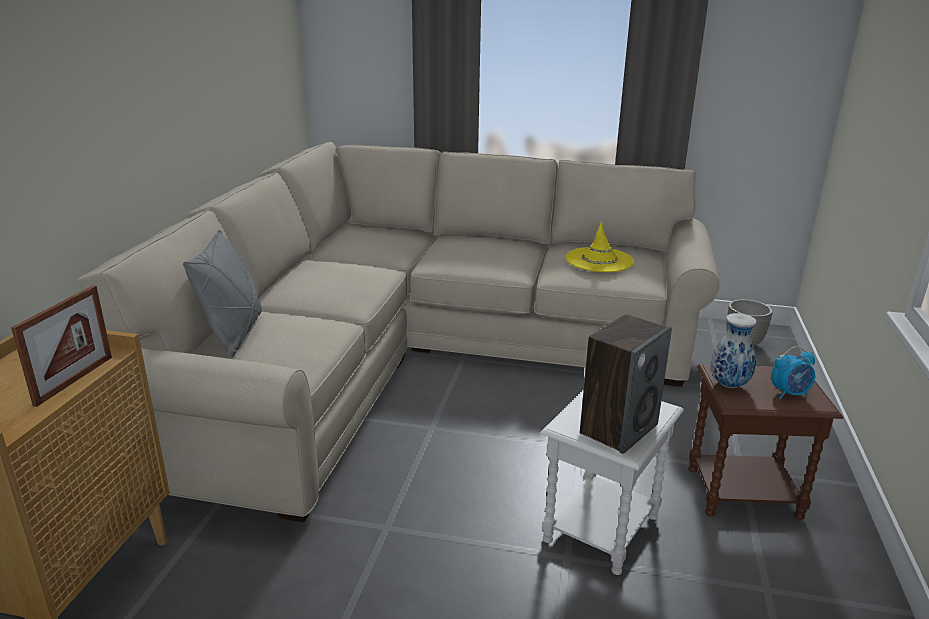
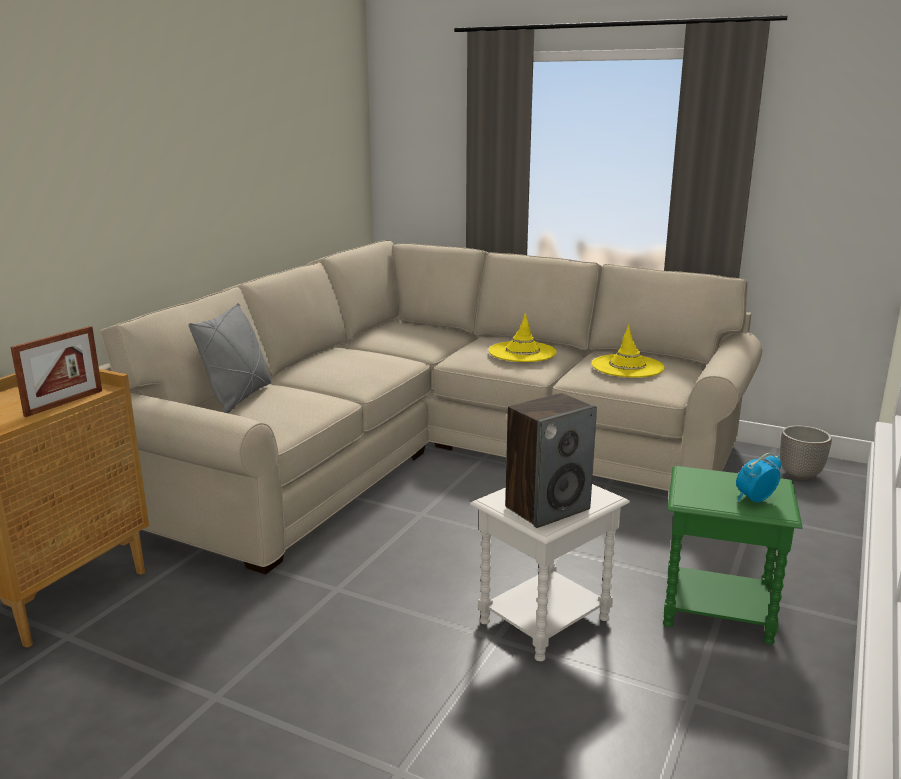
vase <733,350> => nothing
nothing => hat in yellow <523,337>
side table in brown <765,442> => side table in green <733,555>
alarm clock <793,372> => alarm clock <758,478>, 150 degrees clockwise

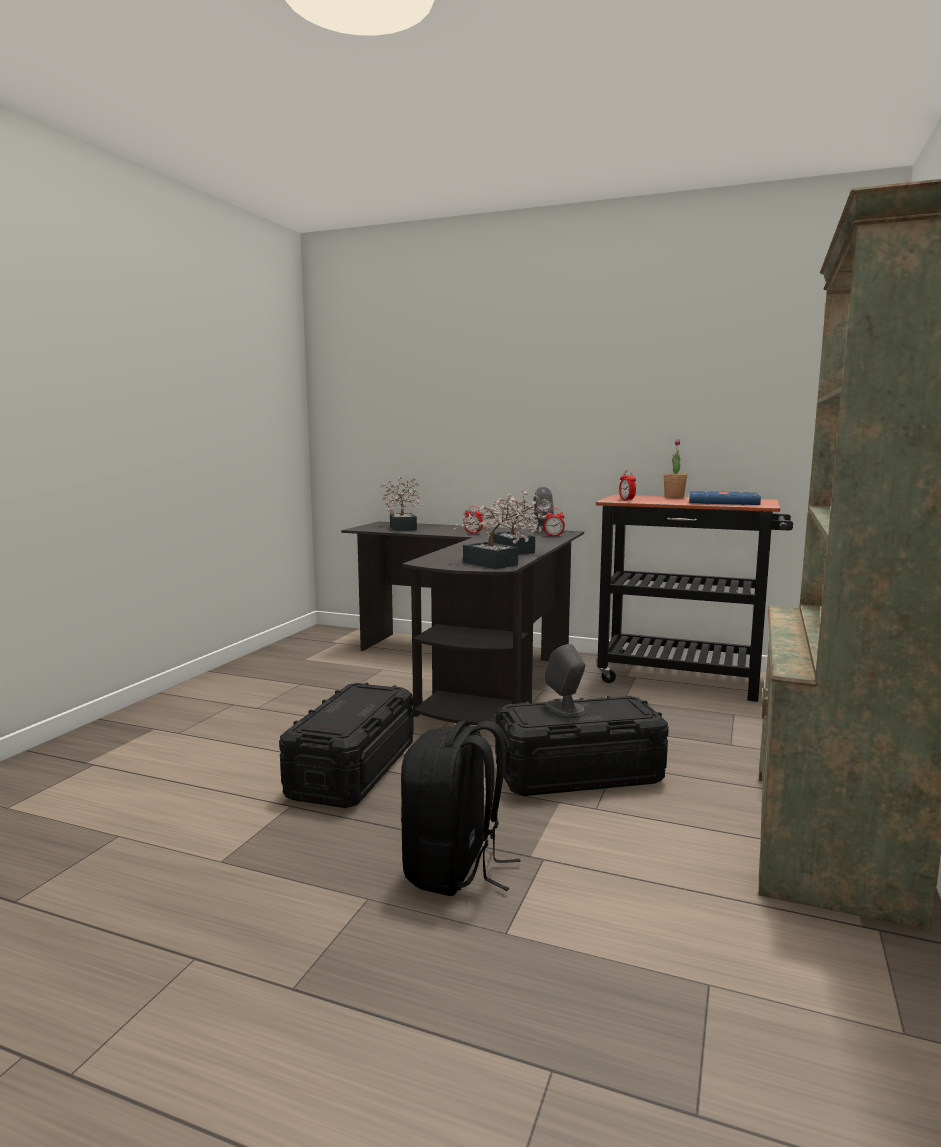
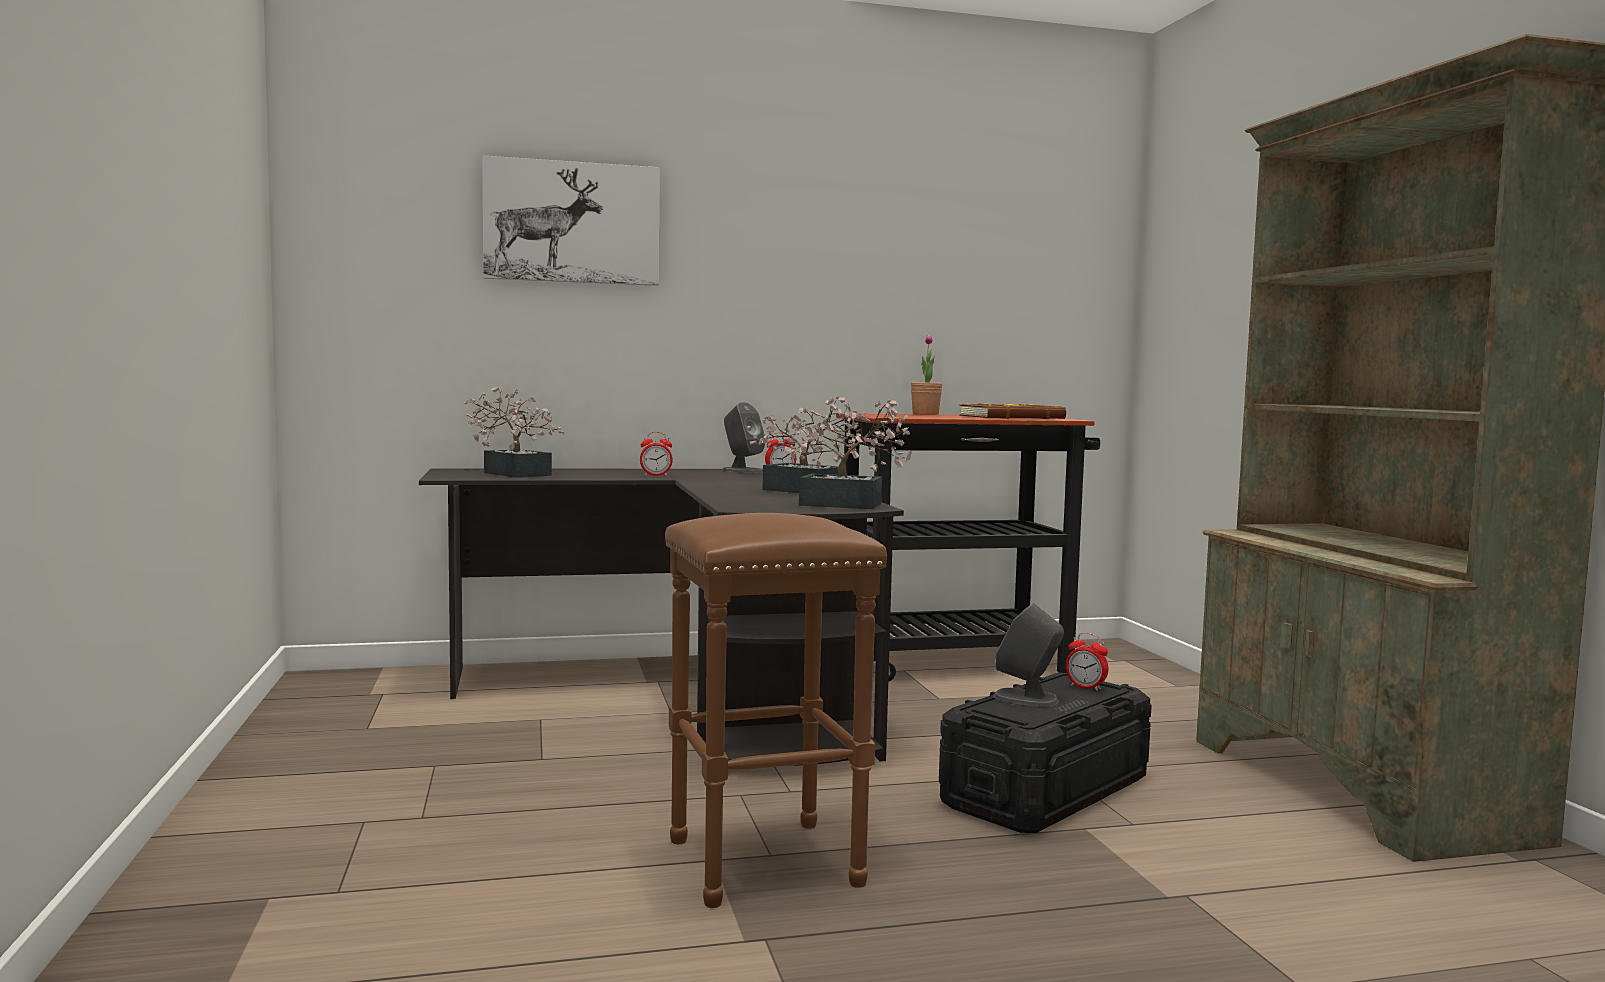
backpack in black <461,808> => nothing
nothing => picture <571,220>
alarm clock <627,485> => alarm clock <1087,661>, relocated
storage box in black <346,745> => stool in brown <776,710>
book in blue <725,497> => book in brown <1012,411>

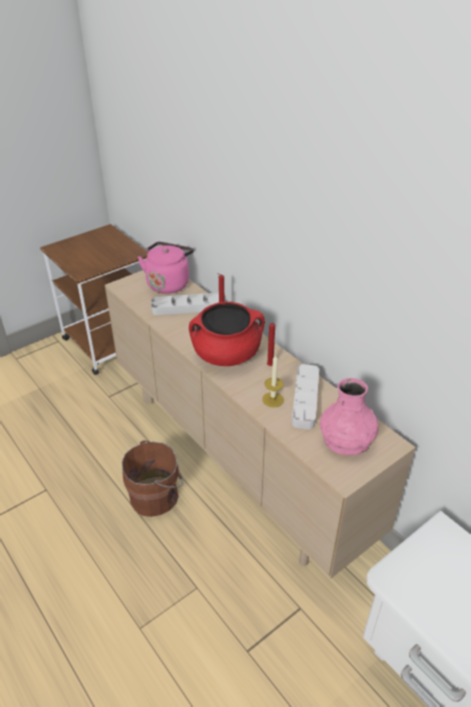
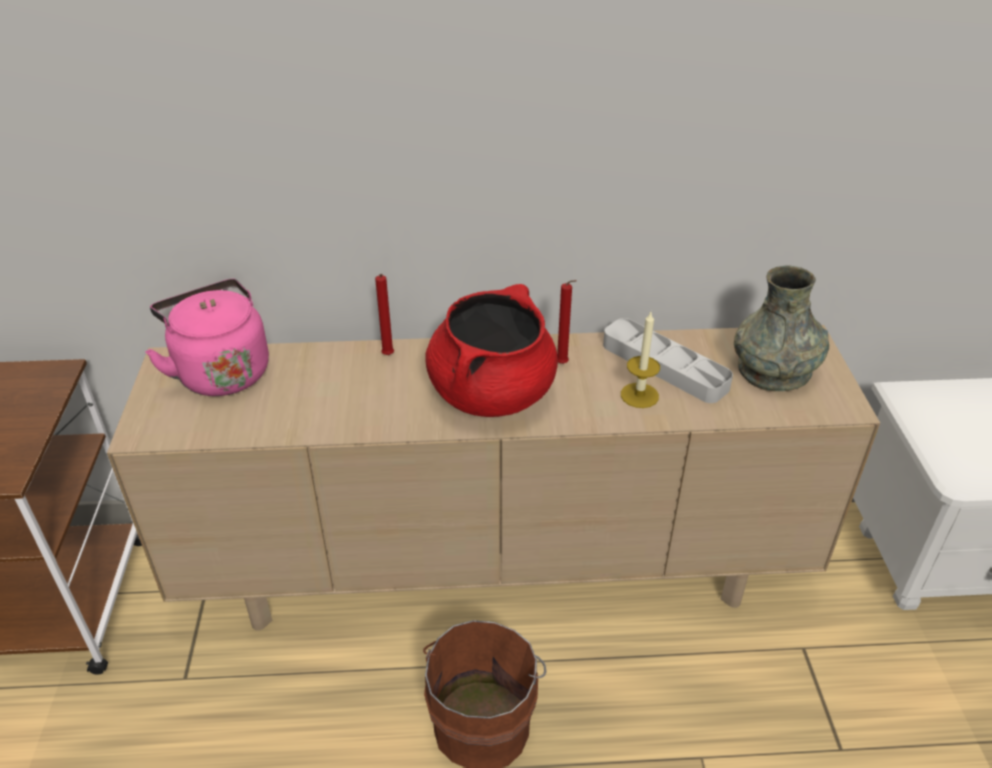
tray in grey <185,304> => nothing
vase in pink <349,416> => vase in grey <781,328>

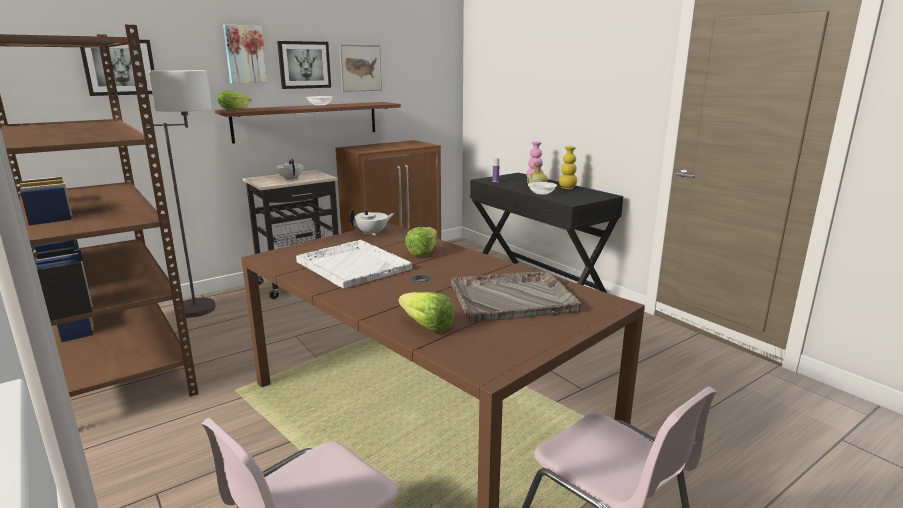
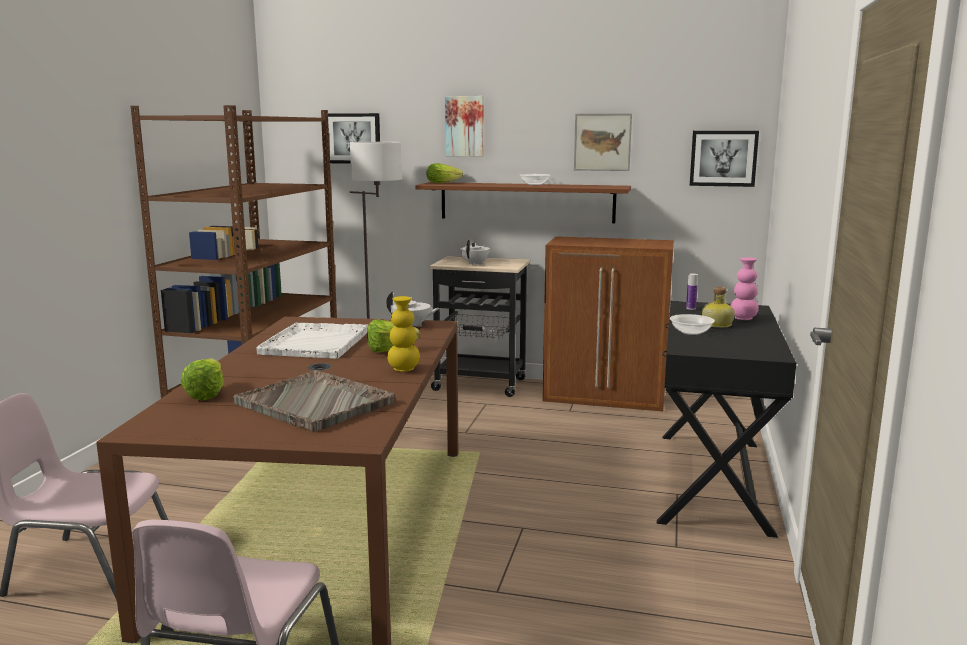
picture <304,65> => picture <724,159>, relocated
vase in yellow <568,167> => vase in yellow <403,334>, relocated

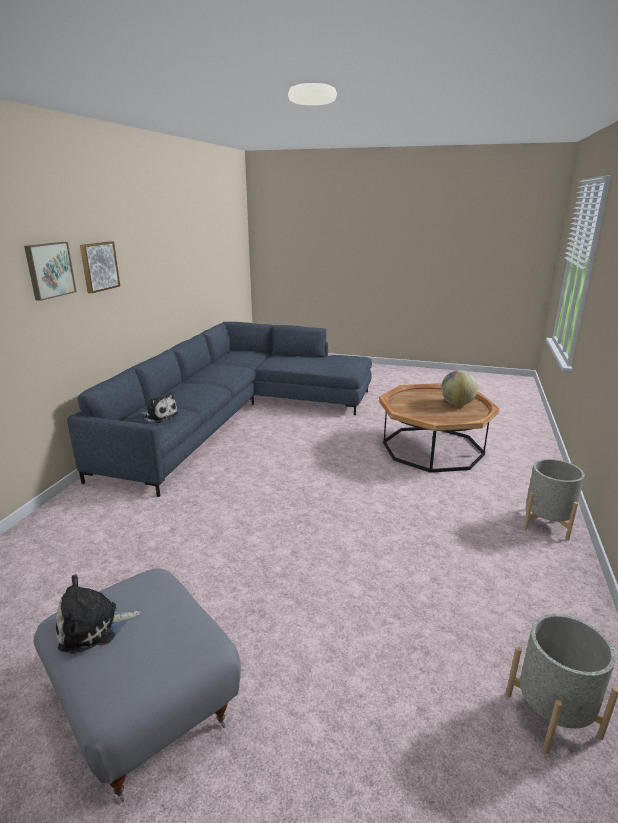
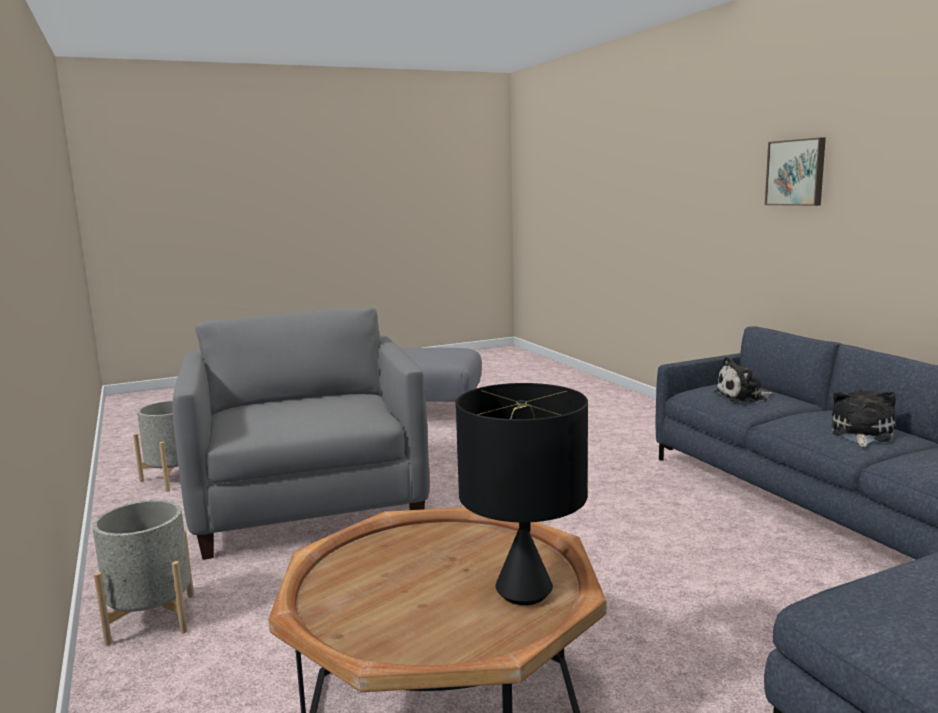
picture <100,267> => nothing
globe <459,388> => nothing
nothing => armchair in grey <301,433>
nothing => table lamp in black <522,494>
plush toy <98,614> => plush toy <863,418>, relocated

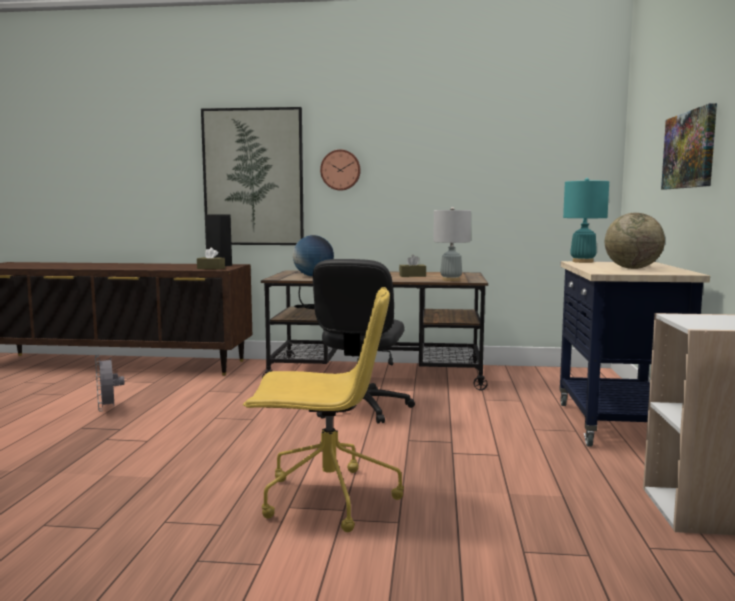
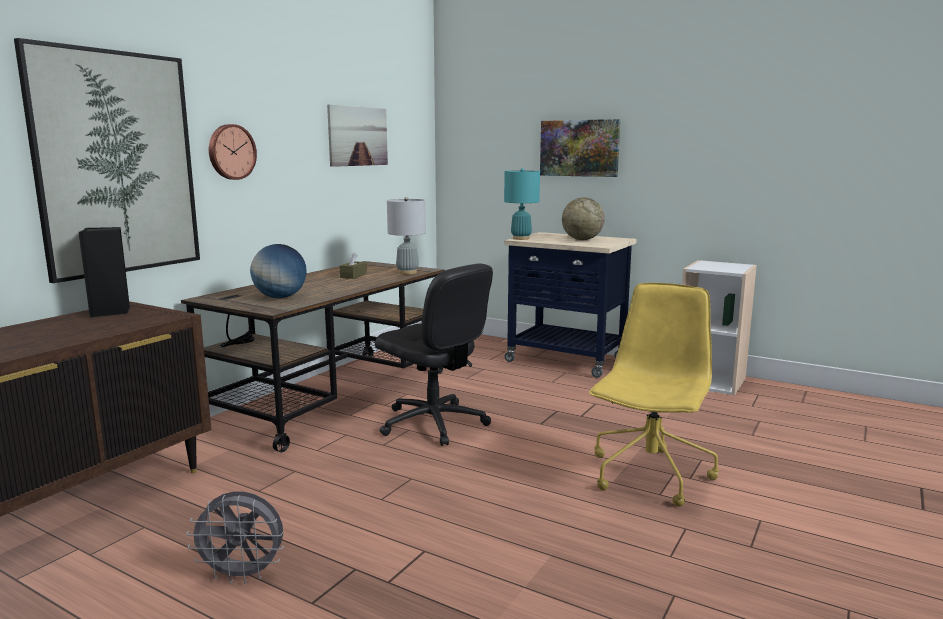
tissue box in brown <211,259> => nothing
nothing => picture <357,135>

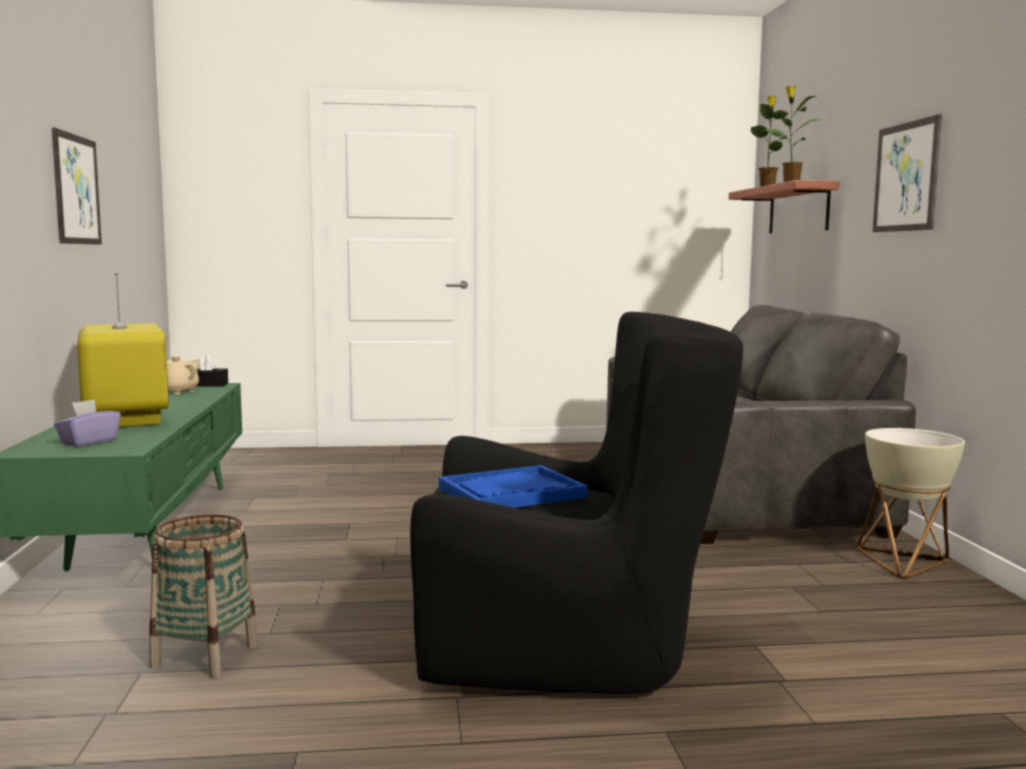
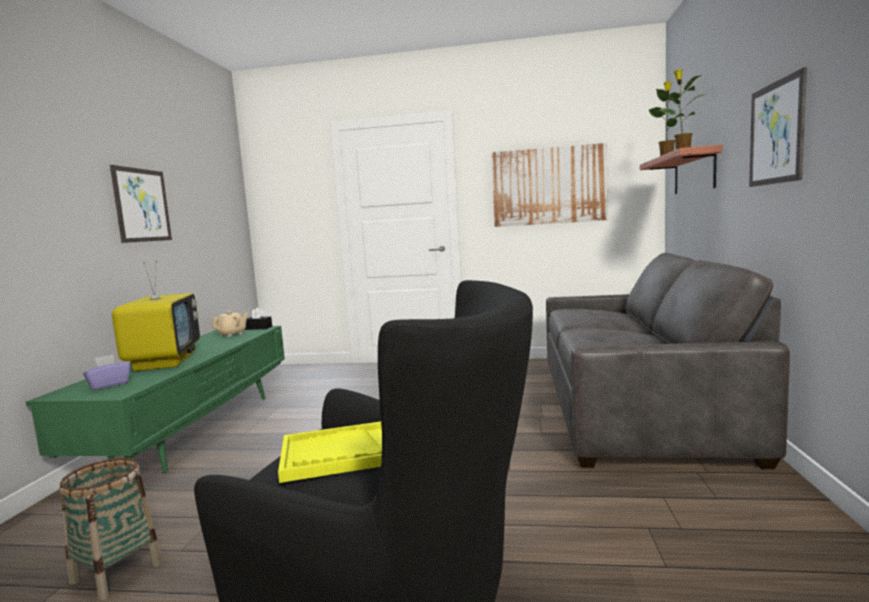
planter <911,503> => nothing
nothing => picture <549,185>
tray in blue <513,486> => tray in yellow <330,452>

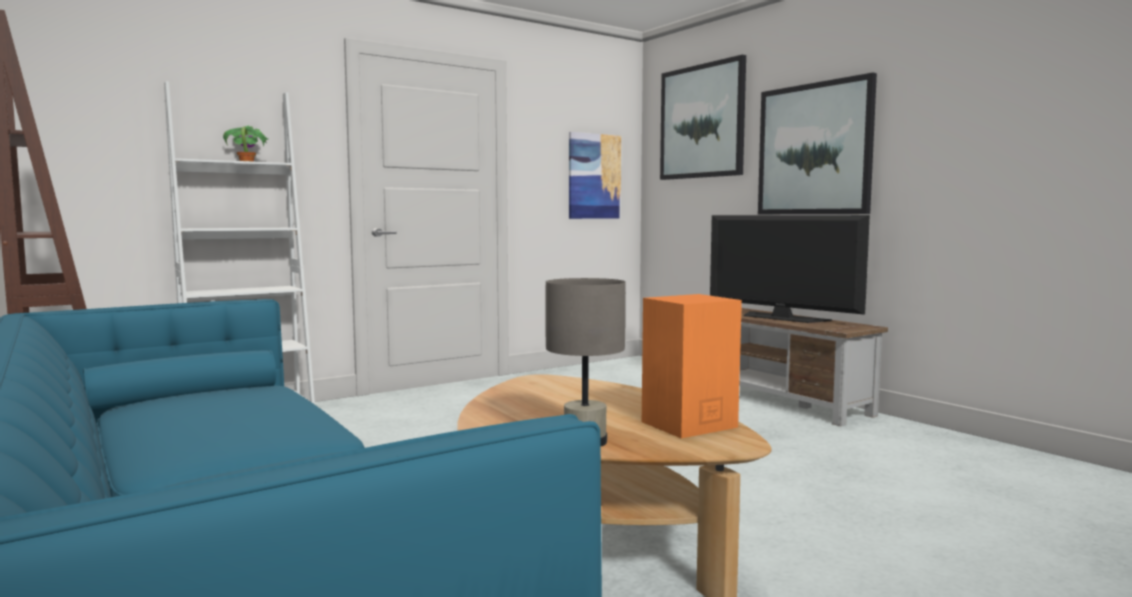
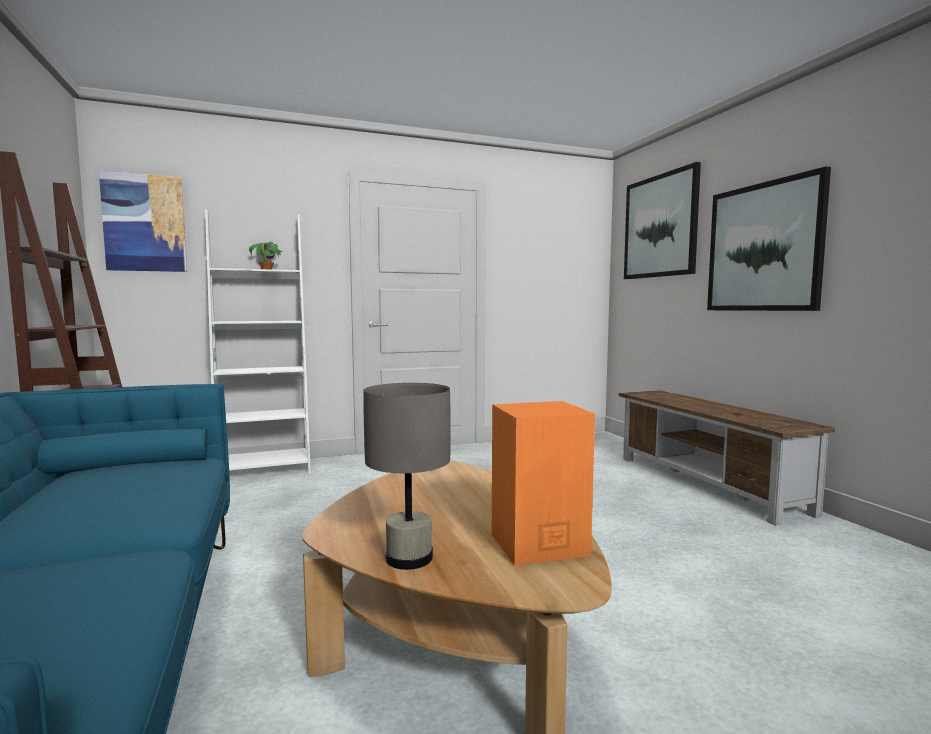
television <790,269> => nothing
picture <595,175> => picture <143,221>, relocated

